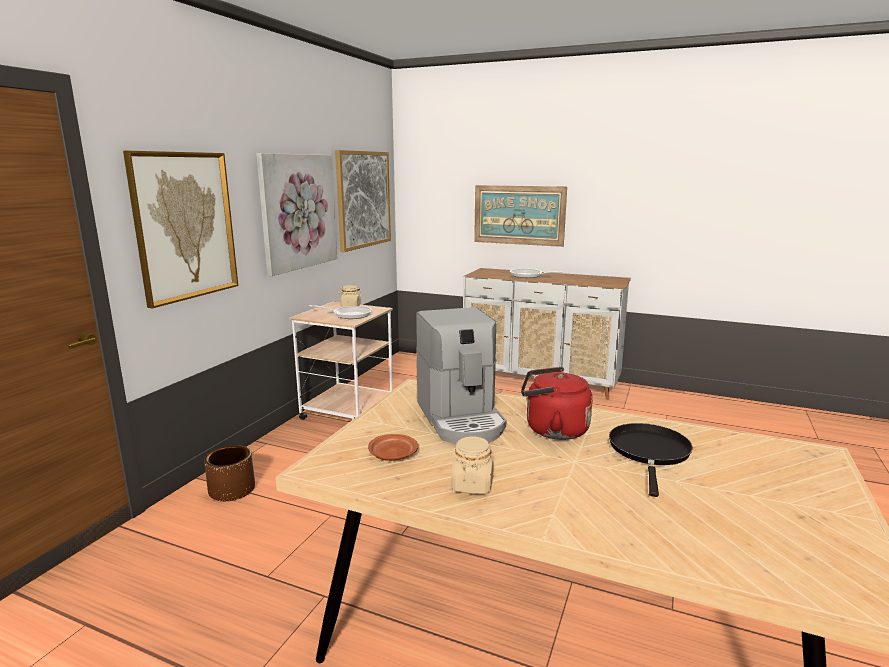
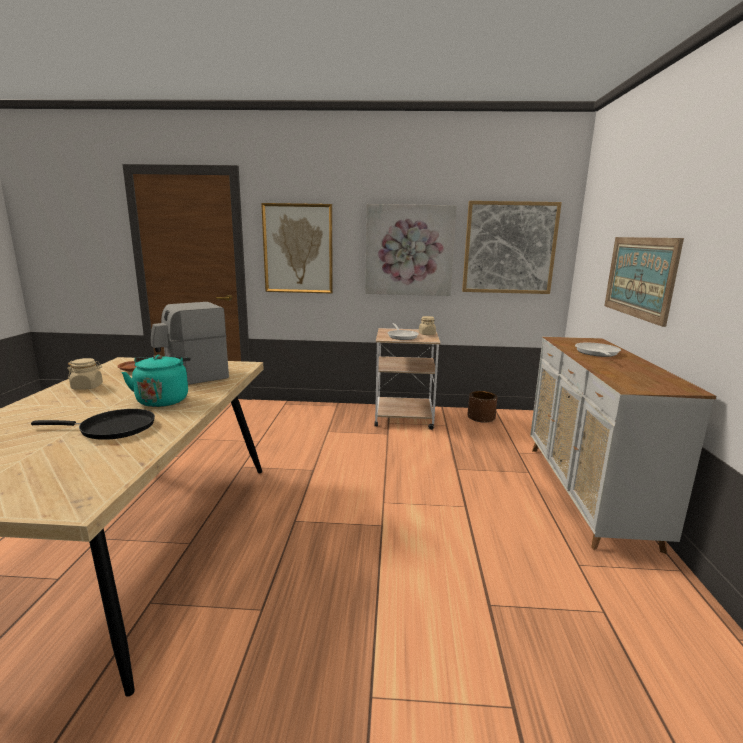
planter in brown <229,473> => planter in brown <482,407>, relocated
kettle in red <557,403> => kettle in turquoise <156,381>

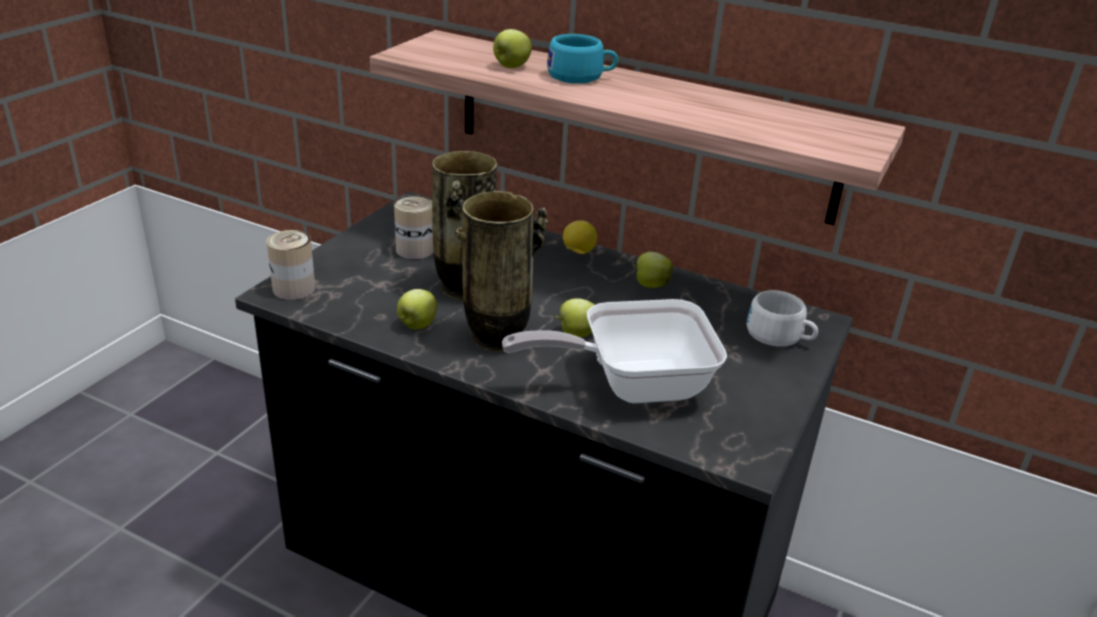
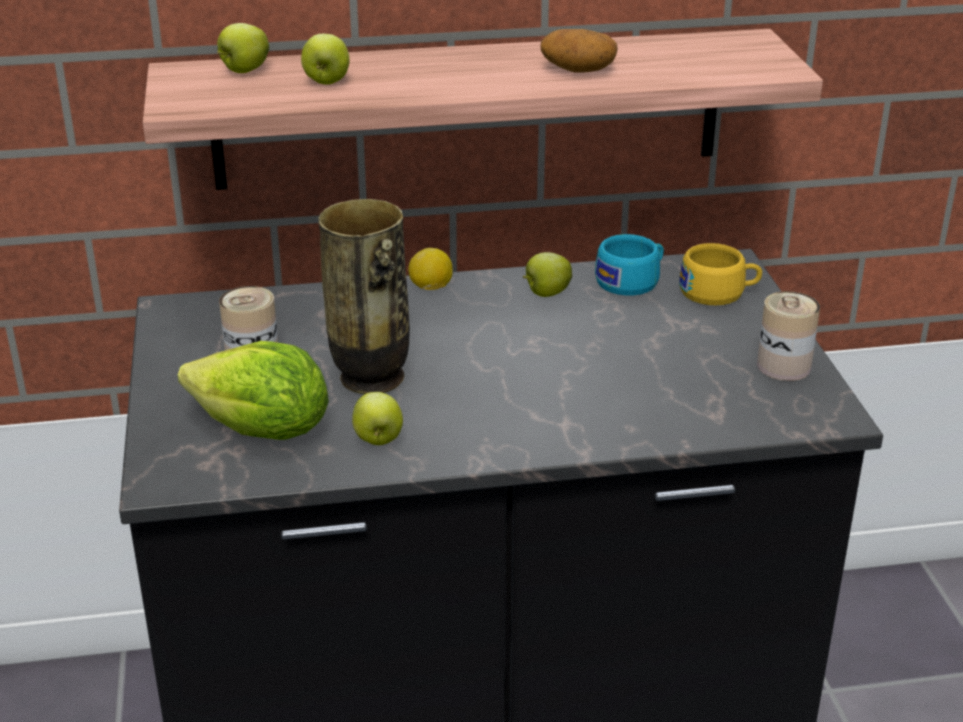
vase <502,271> => nothing
frying pan <614,351> => nothing
nothing => lettuce <253,390>
nothing => potato <579,51>
can <291,265> => can <788,336>, relocated
cup in turquoise <582,59> => cup in turquoise <629,264>, relocated
apple <575,318> => apple <243,48>, relocated
cup in white <782,318> => cup in yellow <720,274>

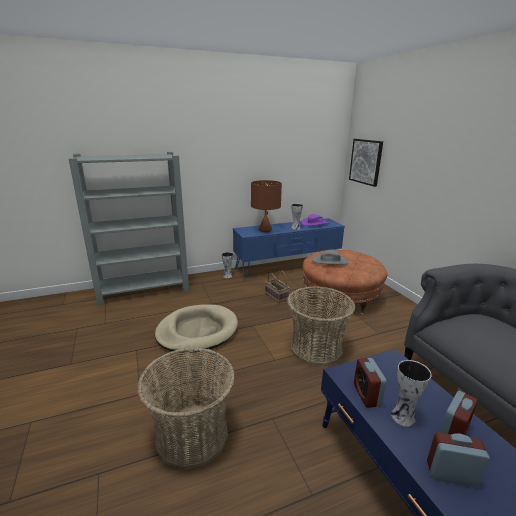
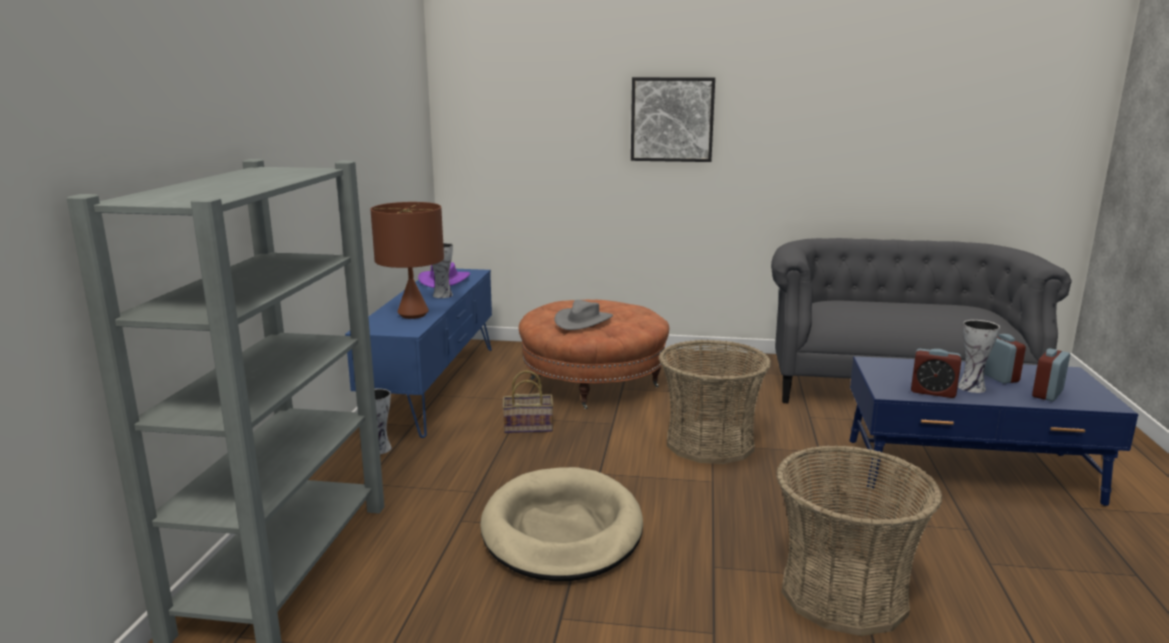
picture <366,163> => picture <673,119>, relocated

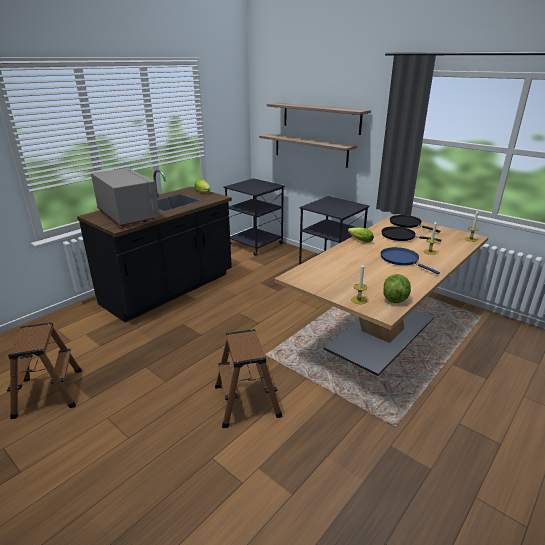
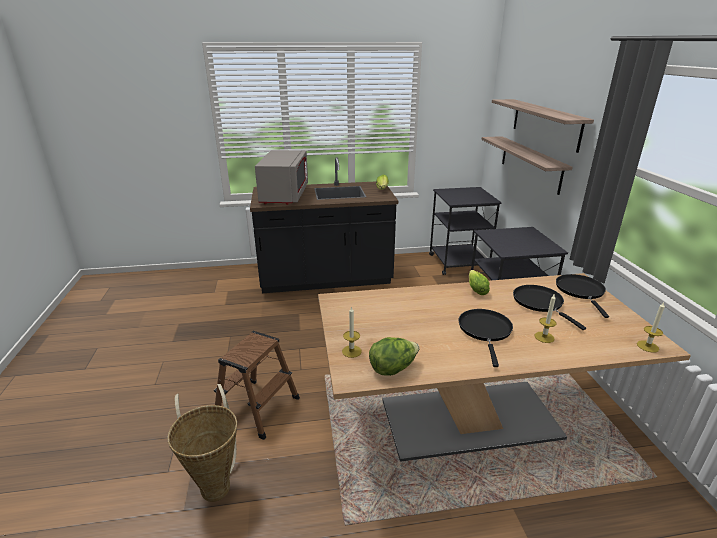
step ladder in brown <44,370> => nothing
nothing => basket <202,443>
frying pan in blue <410,260> => frying pan in black <486,338>

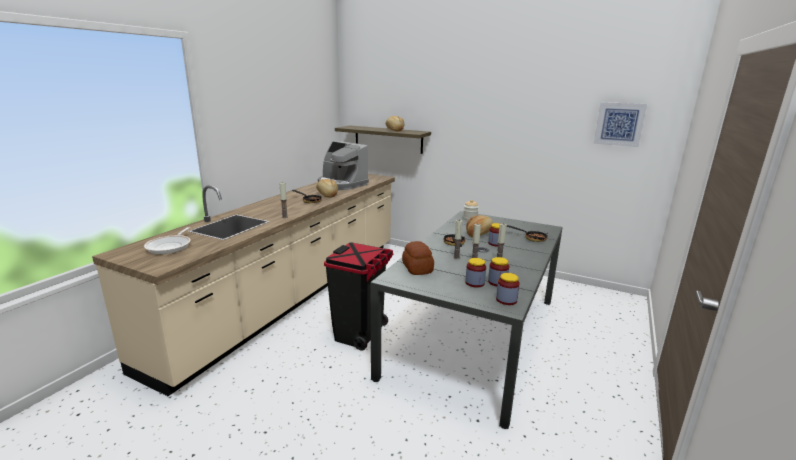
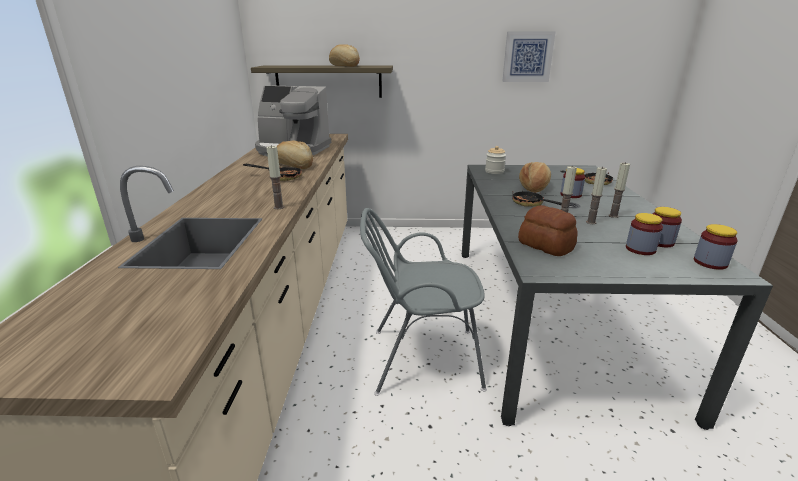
frying pan <167,240> => nothing
picture <620,124> => picture <529,57>, relocated
trash can in black <358,296> => chair in grey <423,302>

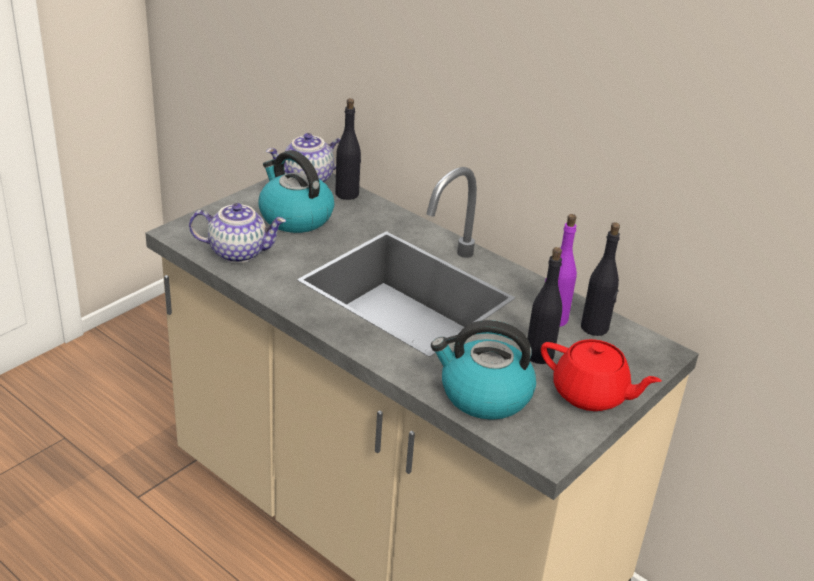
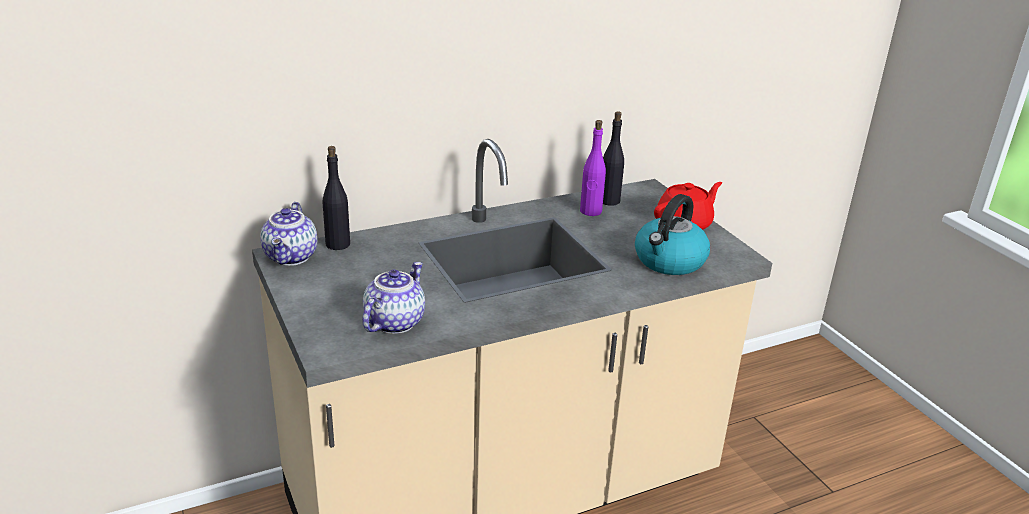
kettle <296,191> => nothing
bottle in black <544,305> => nothing

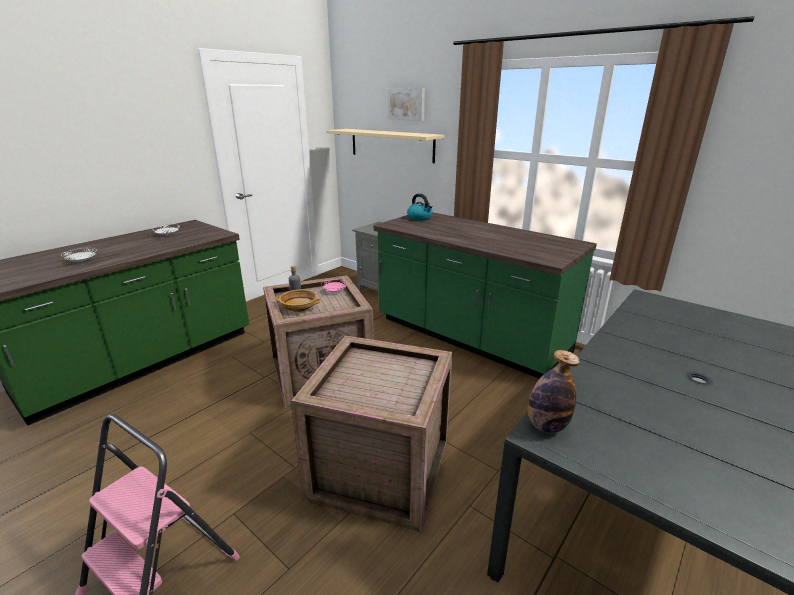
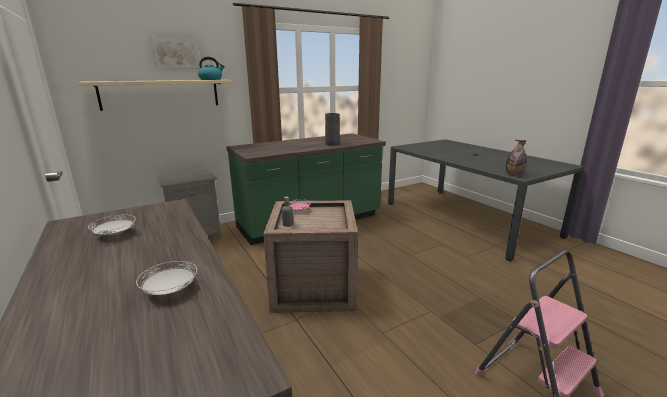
bowl in beige <298,300> => nothing
crate <372,433> => nothing
nothing => vase in grey <332,129>
kettle <420,207> => kettle <211,68>, relocated

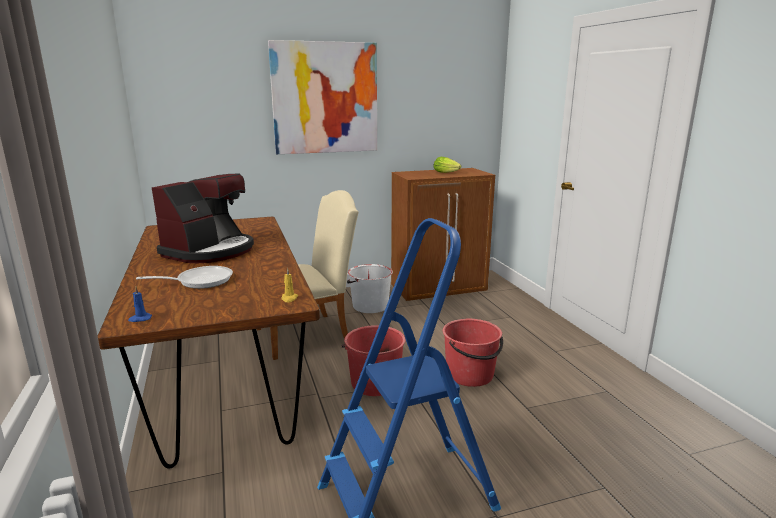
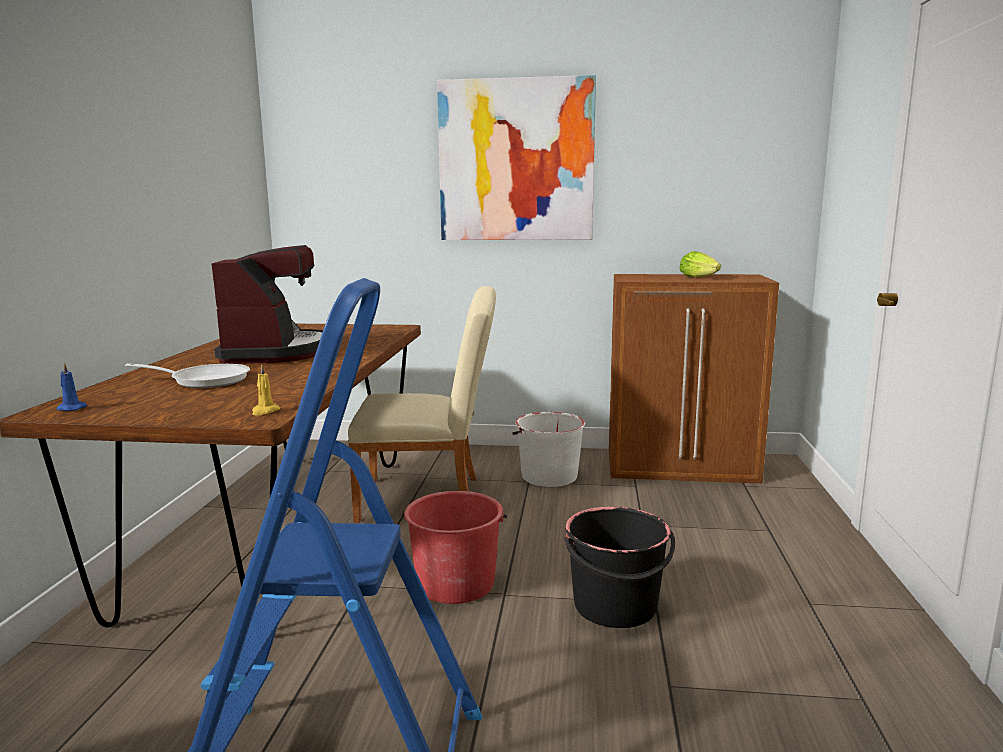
bucket in red <473,353> => bucket in black <620,567>
coffee machine <203,218> => coffee machine <267,304>, 60 degrees counterclockwise

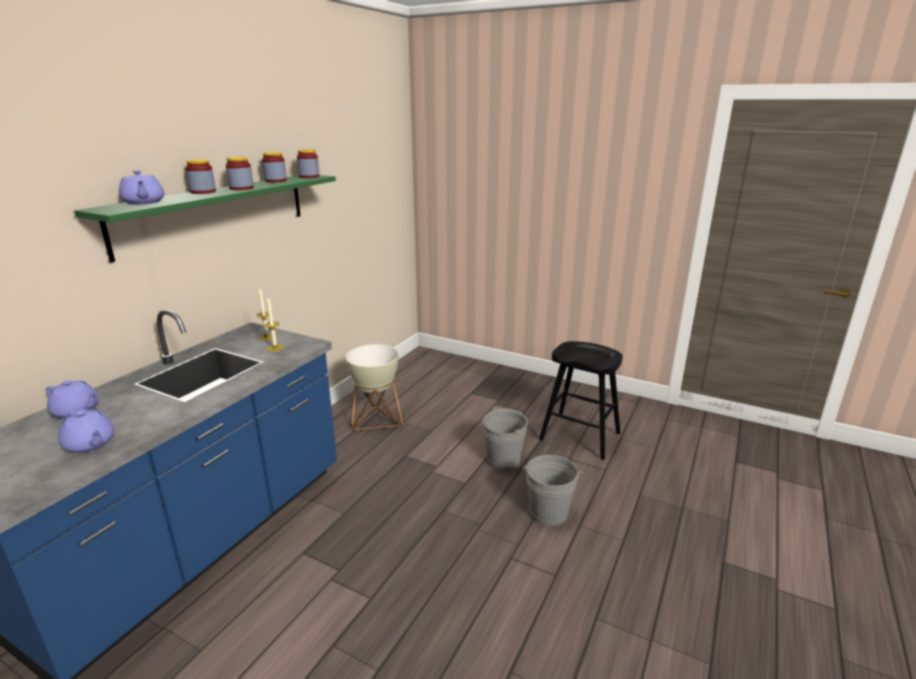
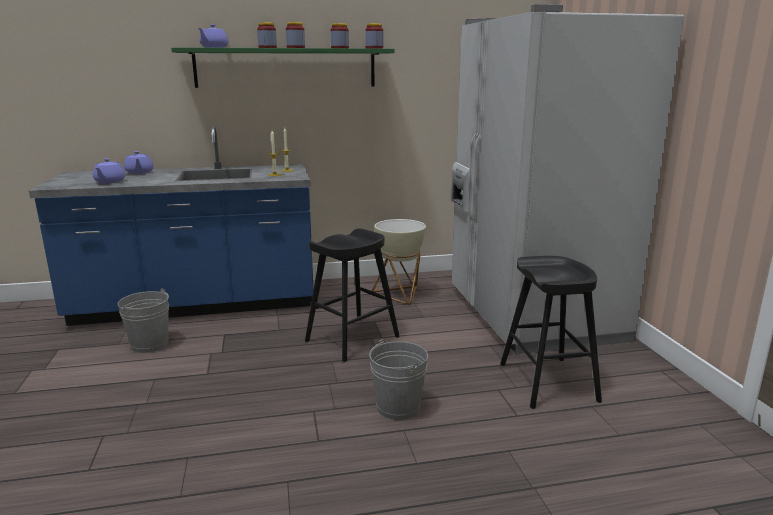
nothing => stool in black <352,295>
nothing => fridge in white <567,179>
bucket in grey <505,439> => bucket in grey <143,320>, relocated

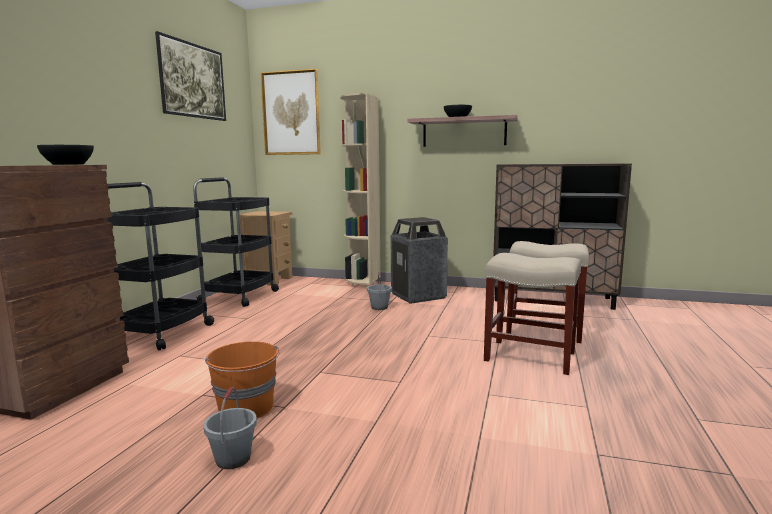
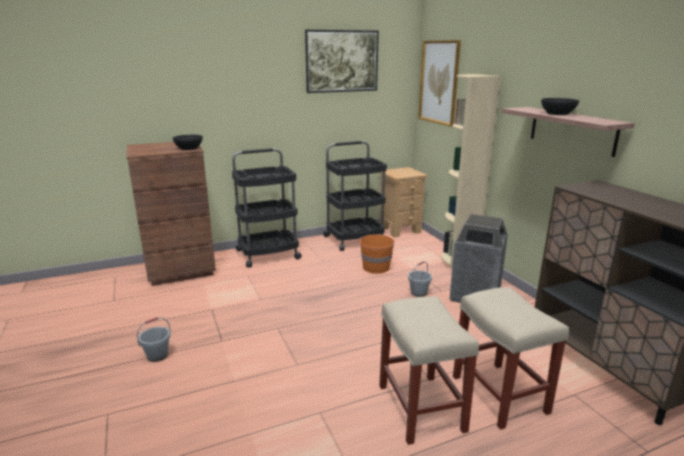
bucket in orange <242,379> => bucket in orange <376,254>, relocated

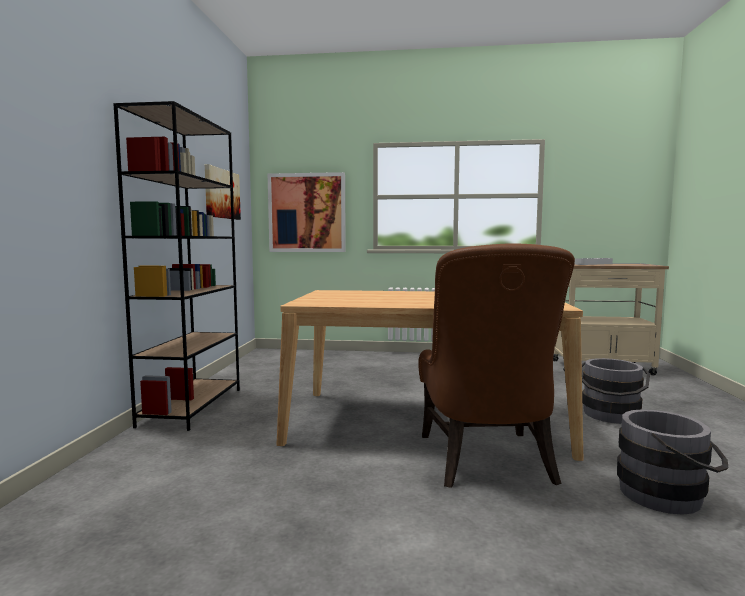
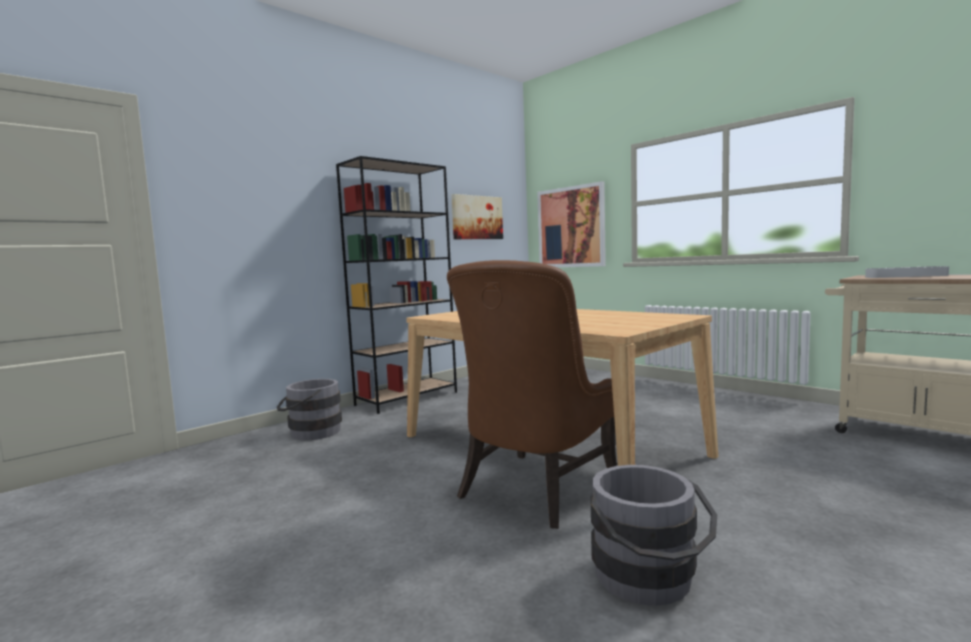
bucket in grey <616,391> => bucket in grey <309,409>, relocated

